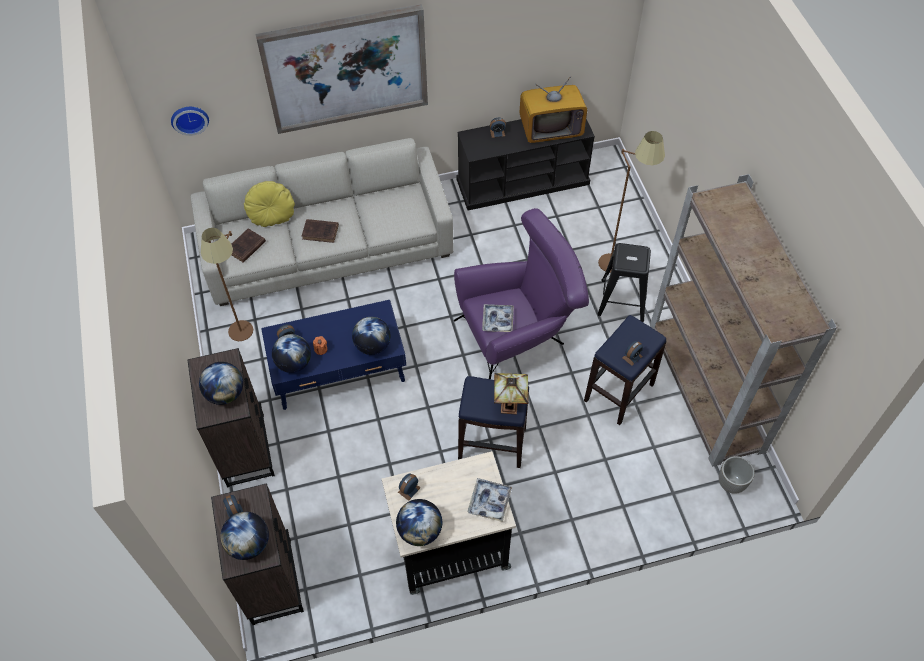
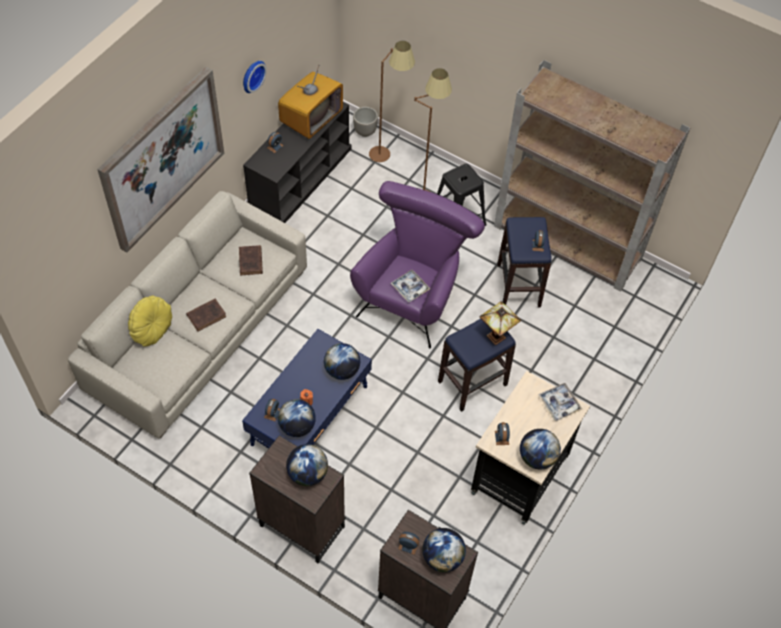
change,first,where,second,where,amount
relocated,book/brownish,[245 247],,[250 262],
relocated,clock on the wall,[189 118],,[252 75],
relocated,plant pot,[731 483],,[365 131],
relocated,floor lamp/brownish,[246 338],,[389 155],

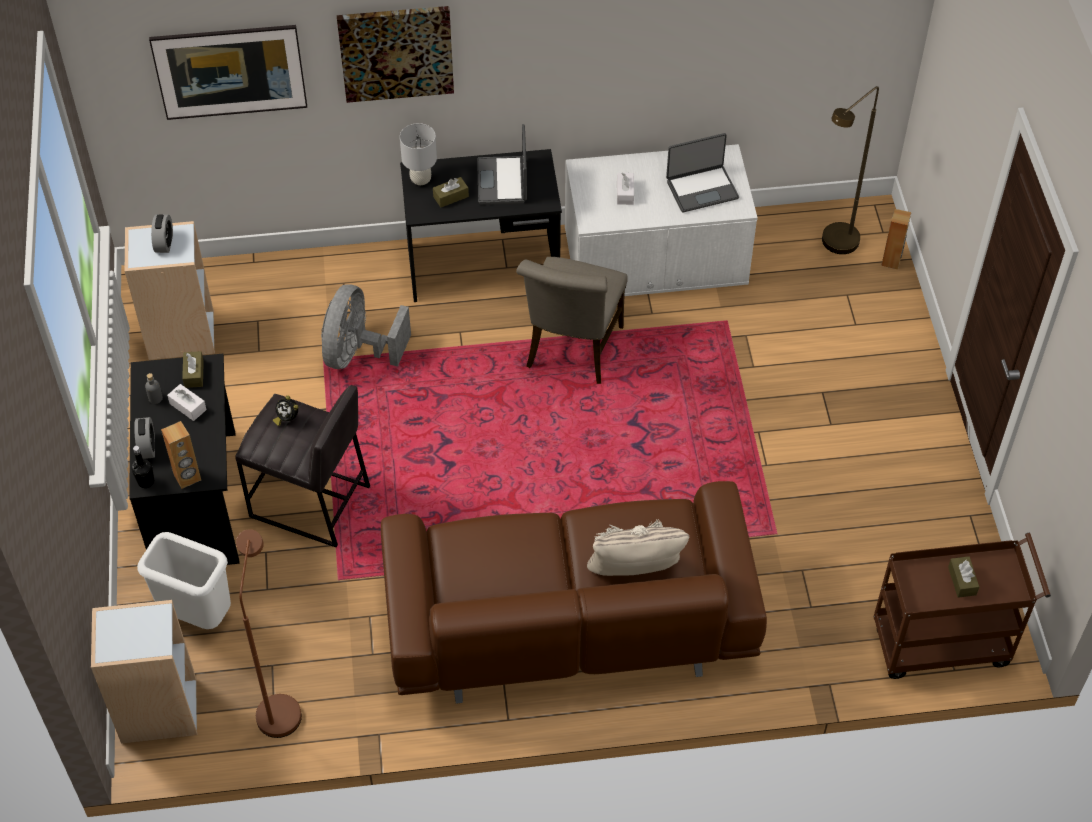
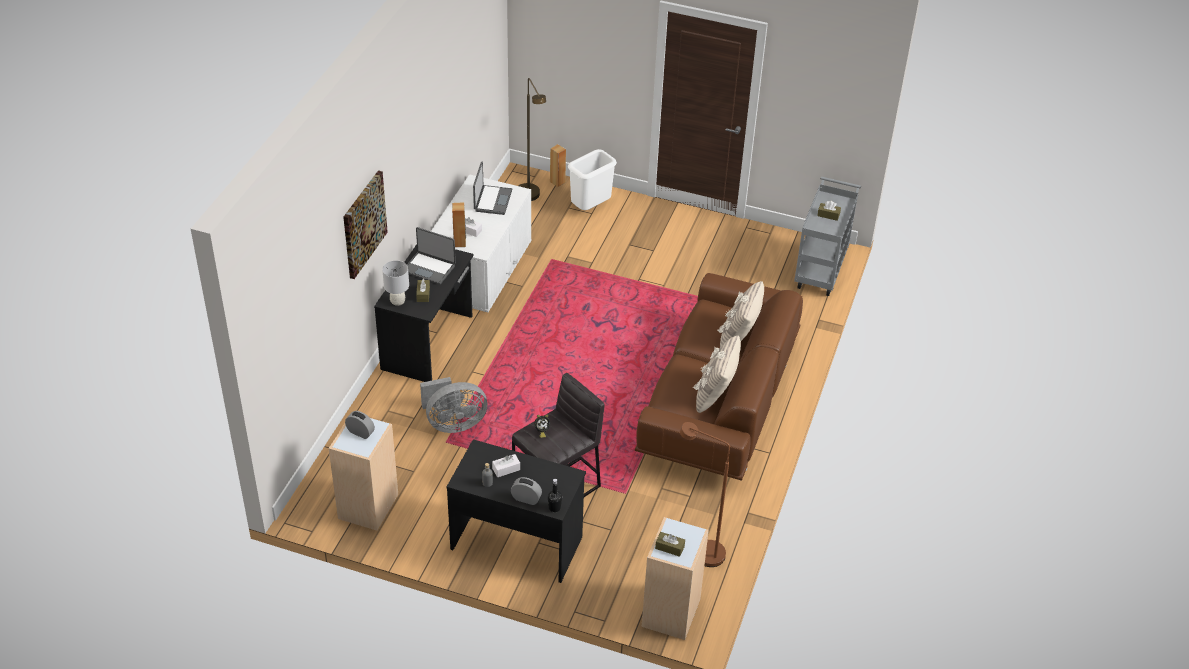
change,first,where,second,where,amount
spun,cooling fan/greyish,[359 353],,[453 423],60 degrees counterclockwise
relocated,loudspeaker/brownish,[187 477],,[460 243],
relocated,trash can/white,[198 615],,[590 208],
relocated,tissue holder/brownish,[194 374],,[669 547],
appeared,,,throw pillow/beige,[713 394],
colour,wheeled cart/brownish,[943 648],wheeled cart/greyish,[821 271],
missing,wall art,[233 91],,,
missing,chair/beige,[572 352],,,

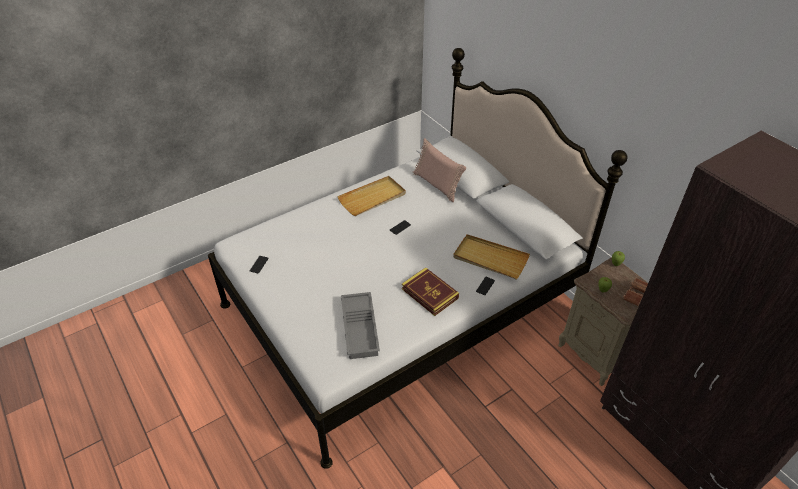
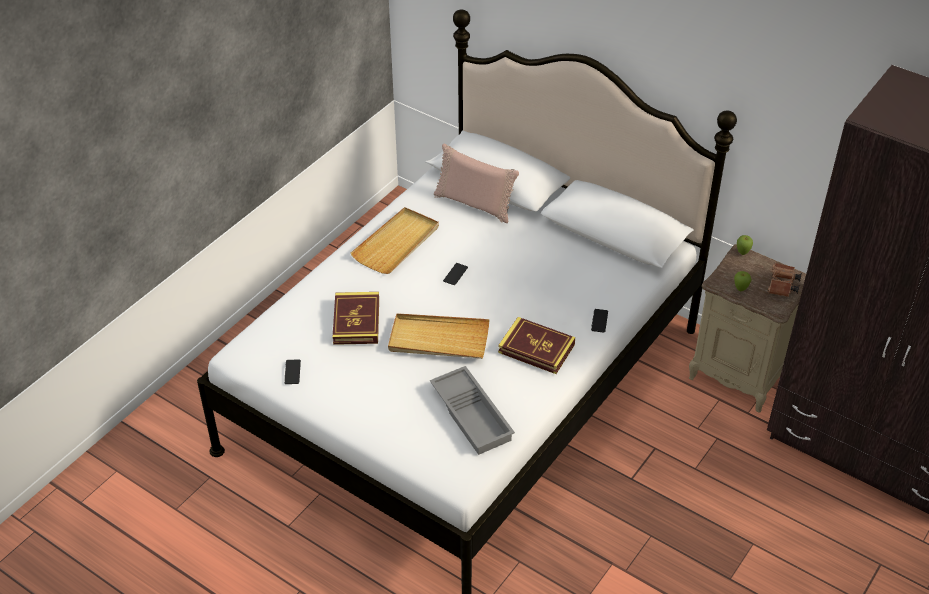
change,first,where,second,where,amount
appeared,,,book,[356 321],
relocated,tray/beige,[490 259],,[438 339],

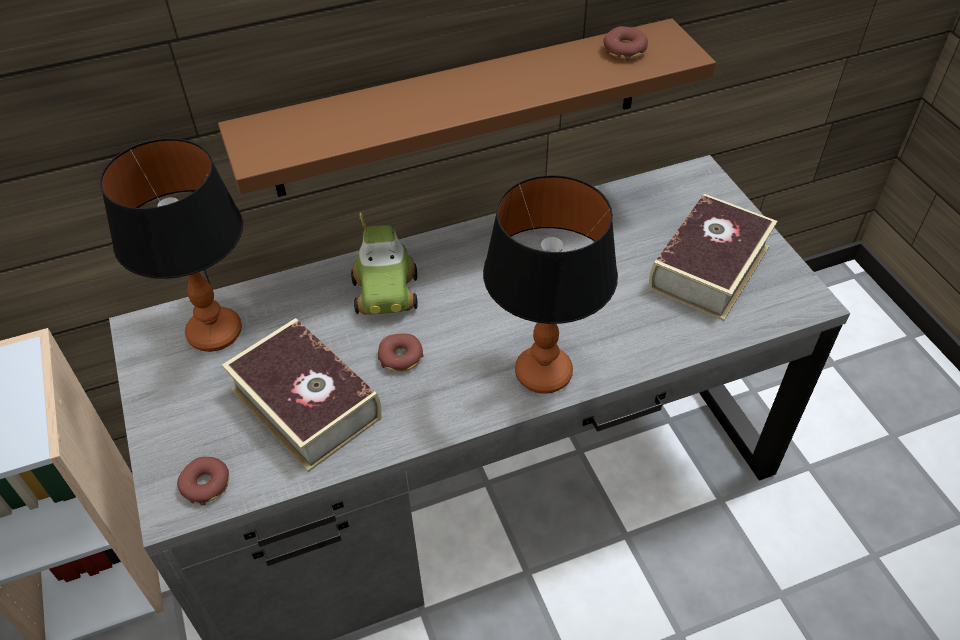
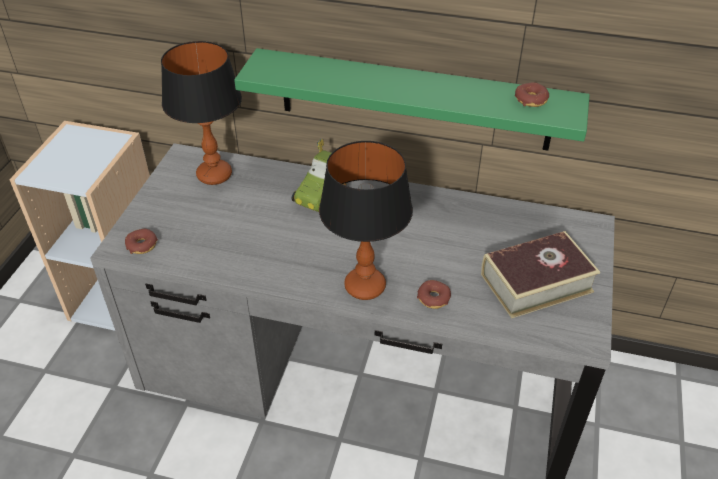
change,first,where,second,where,amount
colour,wall shelf/brownish,[460 109],wall shelf/green-coloured,[414 100],
relocated,donut,[401 357],,[433 298],
missing,book,[306 403],,,

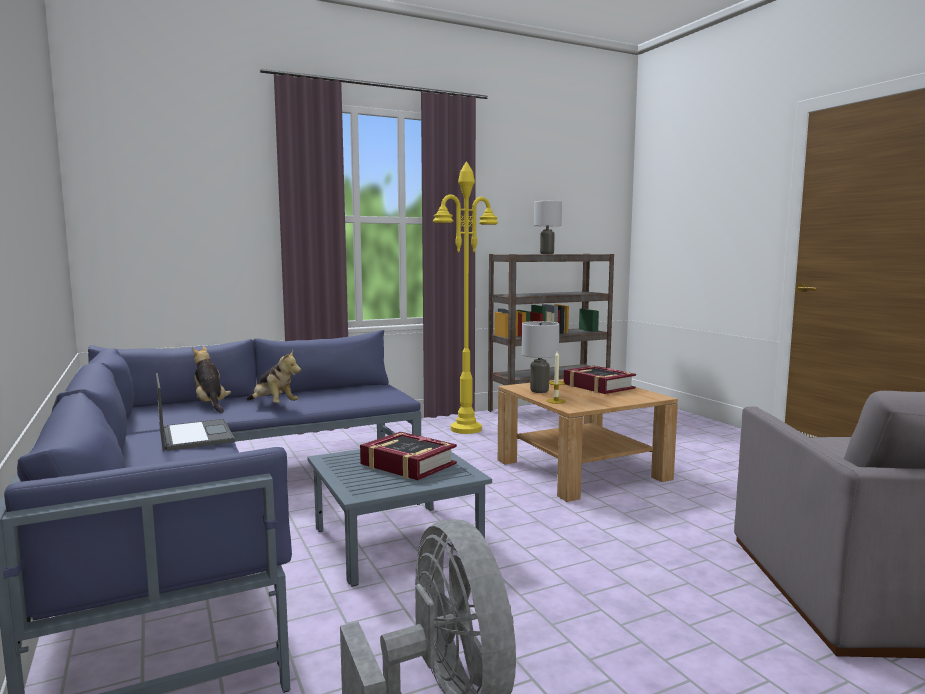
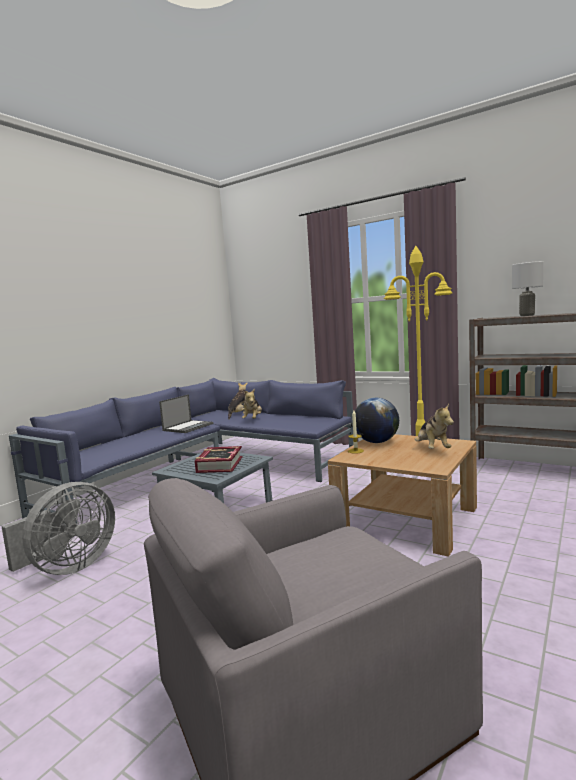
change,first,where,second,where,amount
exchanged,tabletop lamp/white,[539 391],world globe,[376 442],
exchanged,book,[598 386],plush toy,[432 449],

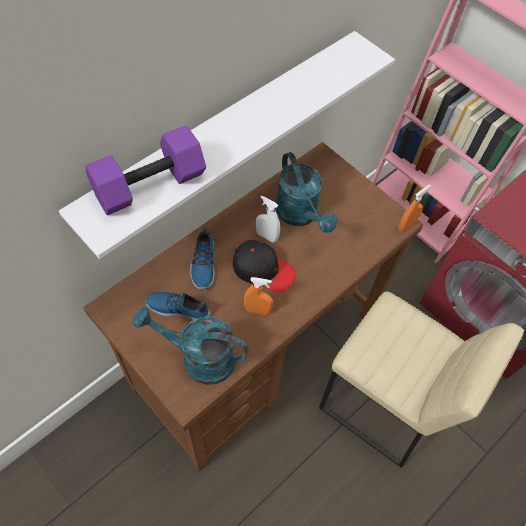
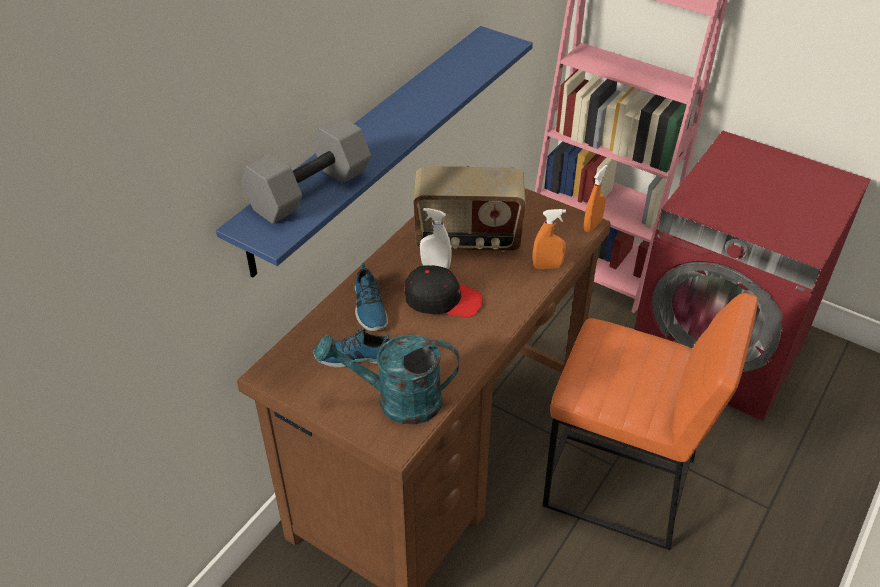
change,first,where,second,where,amount
colour,wall shelf/white,[224 133],wall shelf/bluish,[368 145],
colour,dumbbell/purplish,[150 183],dumbbell/greyish,[309 189],
exchanged,watering can/turquoise-coloured,[300 215],radio,[468 239],
relocated,hand sprayer/orangey,[257 310],,[547 266],
colour,chair/beige,[383 404],chair/orangey,[622 483],

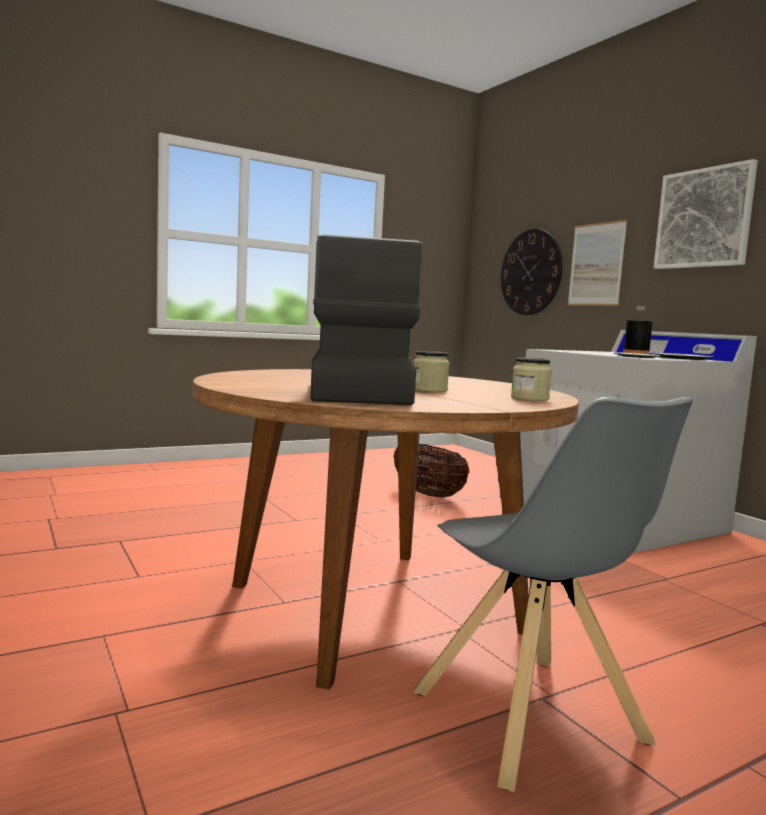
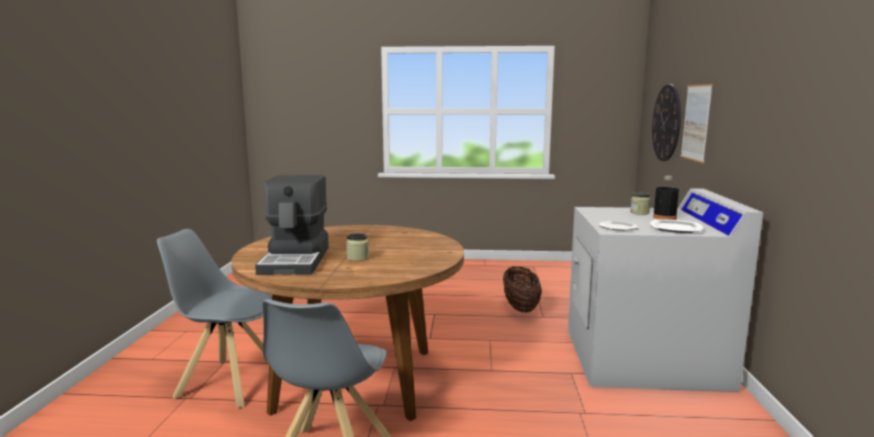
change,first,where,second,where,amount
appeared,,,chair/greyish,[227 381],
spun,coffee machine,[355 393],,[296 260],150 degrees clockwise
relocated,jar,[529 398],,[639 213],
missing,wall art,[704 218],,,

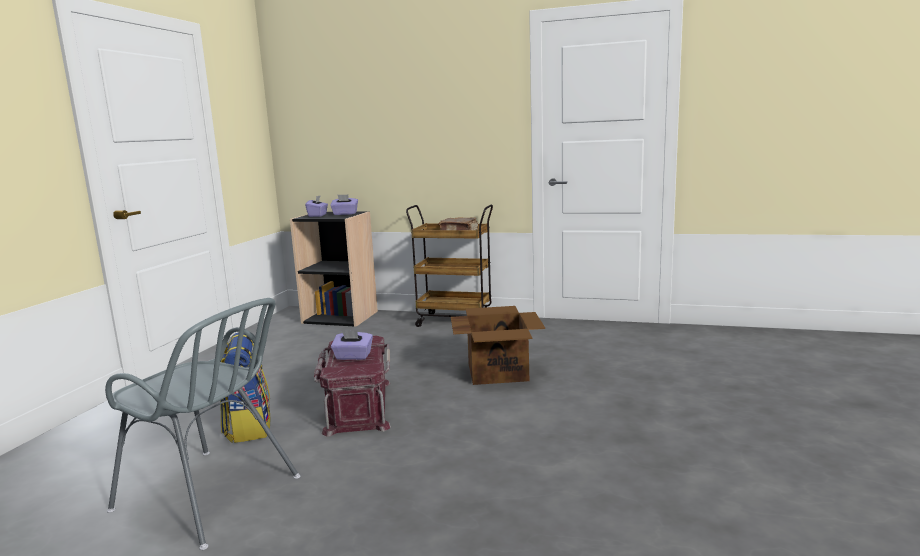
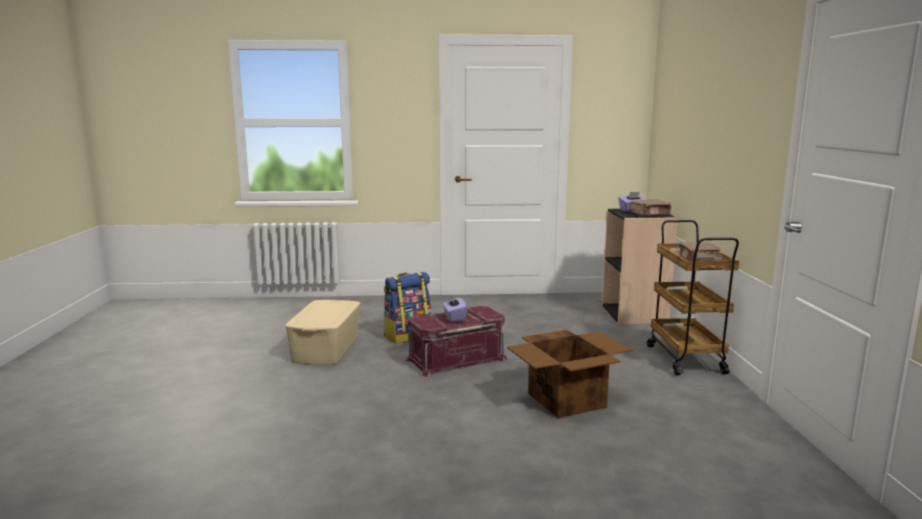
change,first,where,second,where,amount
exchanged,chair/greyish,[211 495],storage bin/beige,[325 348],
exchanged,tissue holder/purplish,[345 214],book/brownish,[650 214],

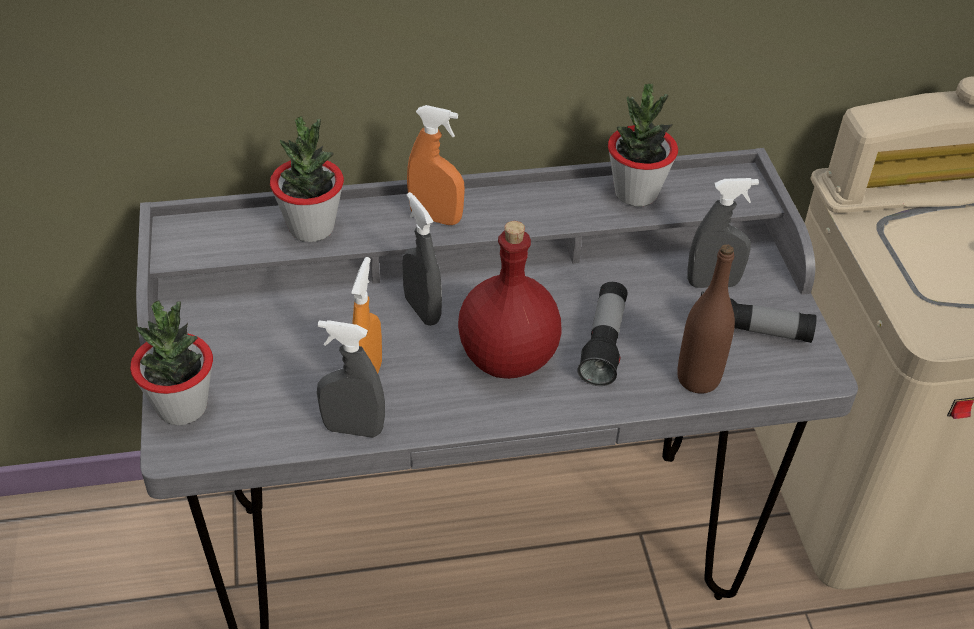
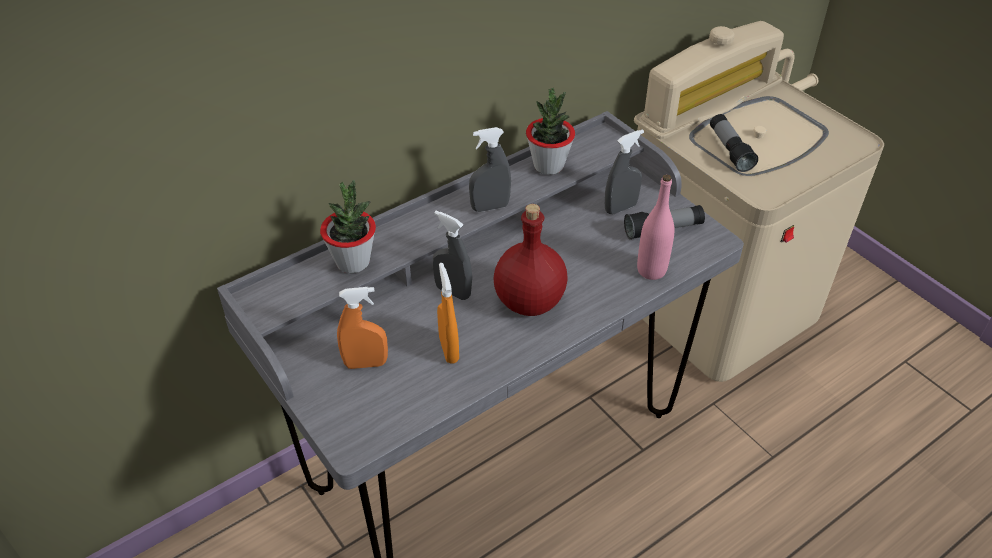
change,first,where,second,where,amount
relocated,hand sprayer/orangey,[435 218],,[366 363],
relocated,hand sprayer/greyish,[353 429],,[490 207],
colour,bottle/brownish,[698 379],bottle/pink,[651 270],
relocated,torch,[604 344],,[730 150],
missing,houseplant,[182 407],,,

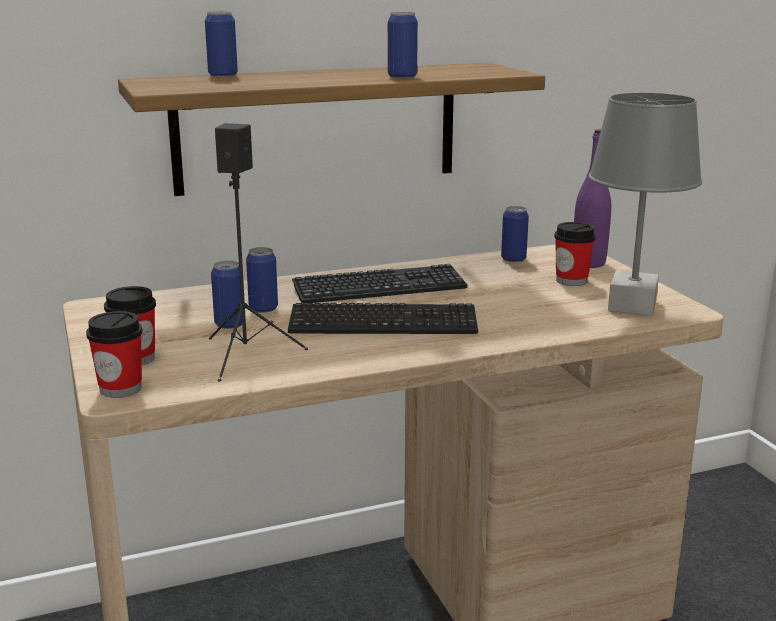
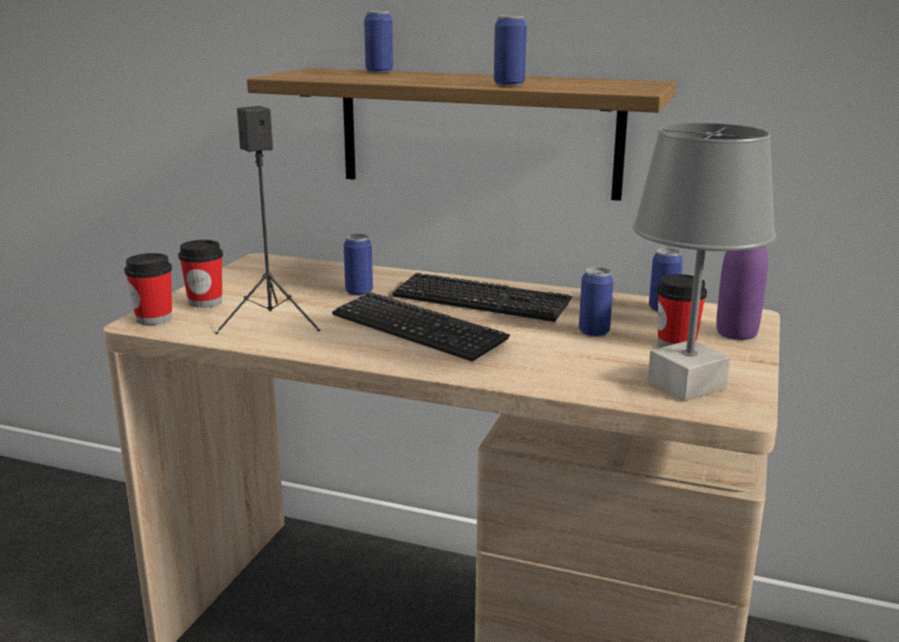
change,first,where,second,where,amount
relocated,can,[229 324],,[594 332],

